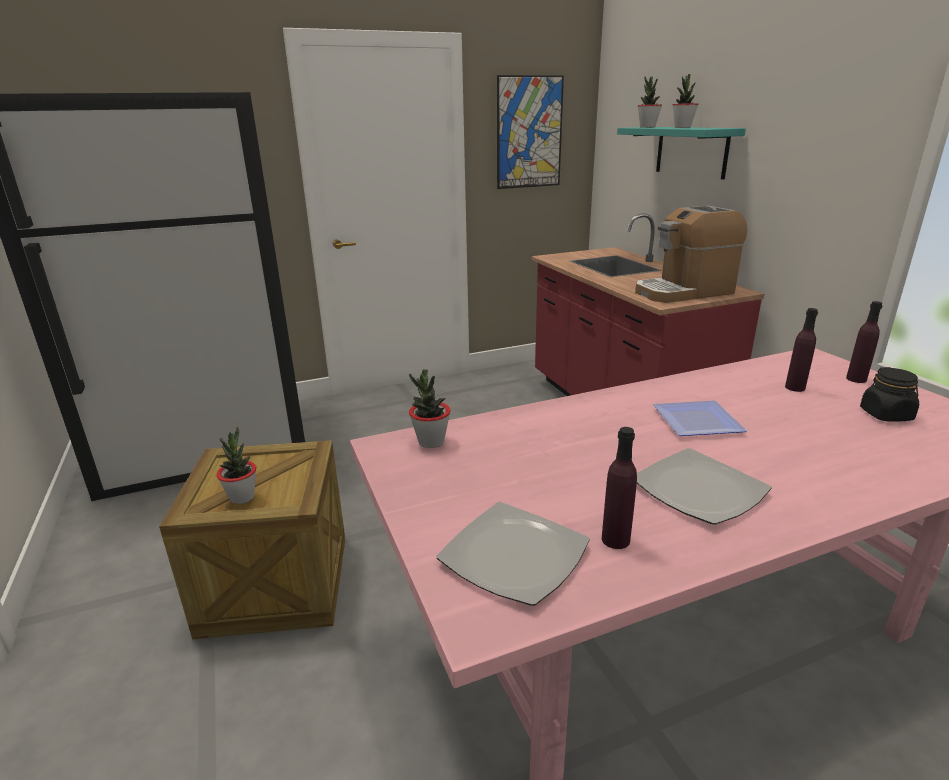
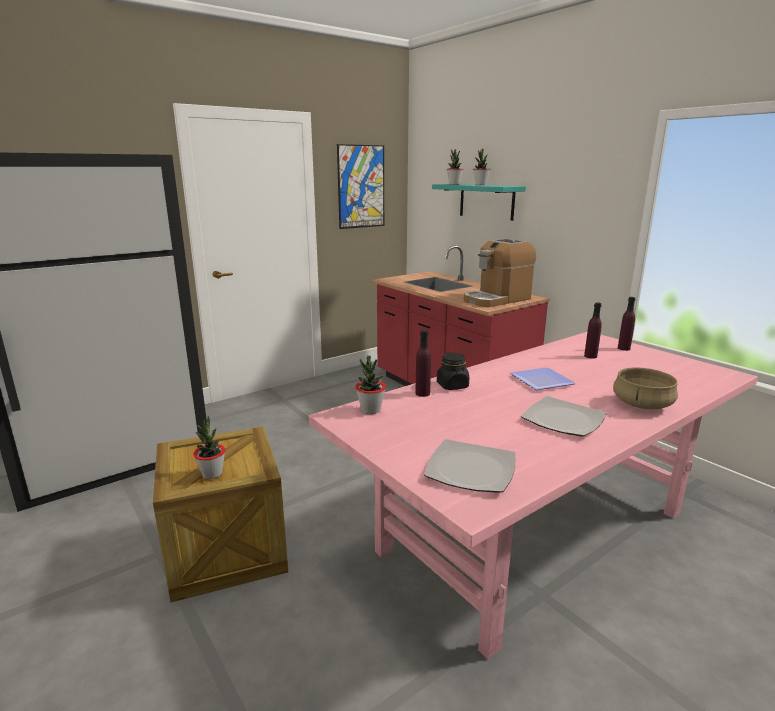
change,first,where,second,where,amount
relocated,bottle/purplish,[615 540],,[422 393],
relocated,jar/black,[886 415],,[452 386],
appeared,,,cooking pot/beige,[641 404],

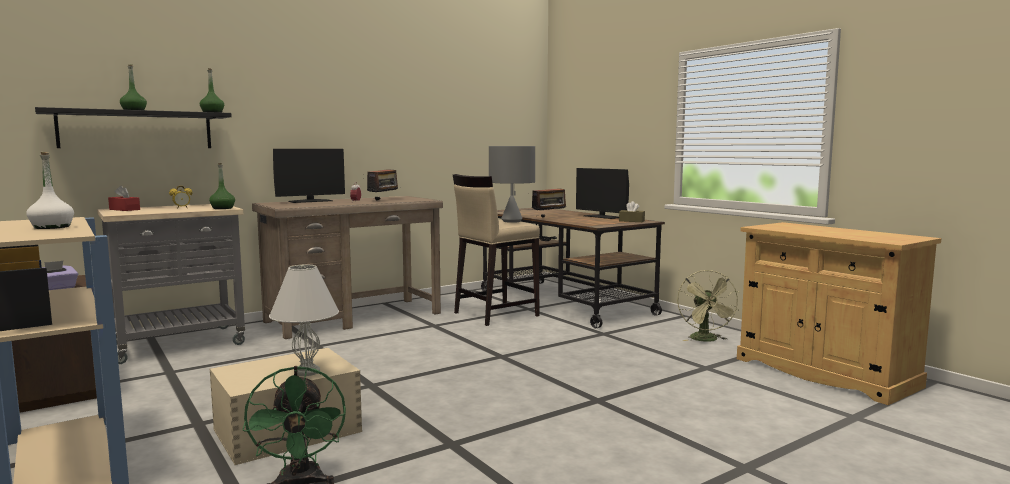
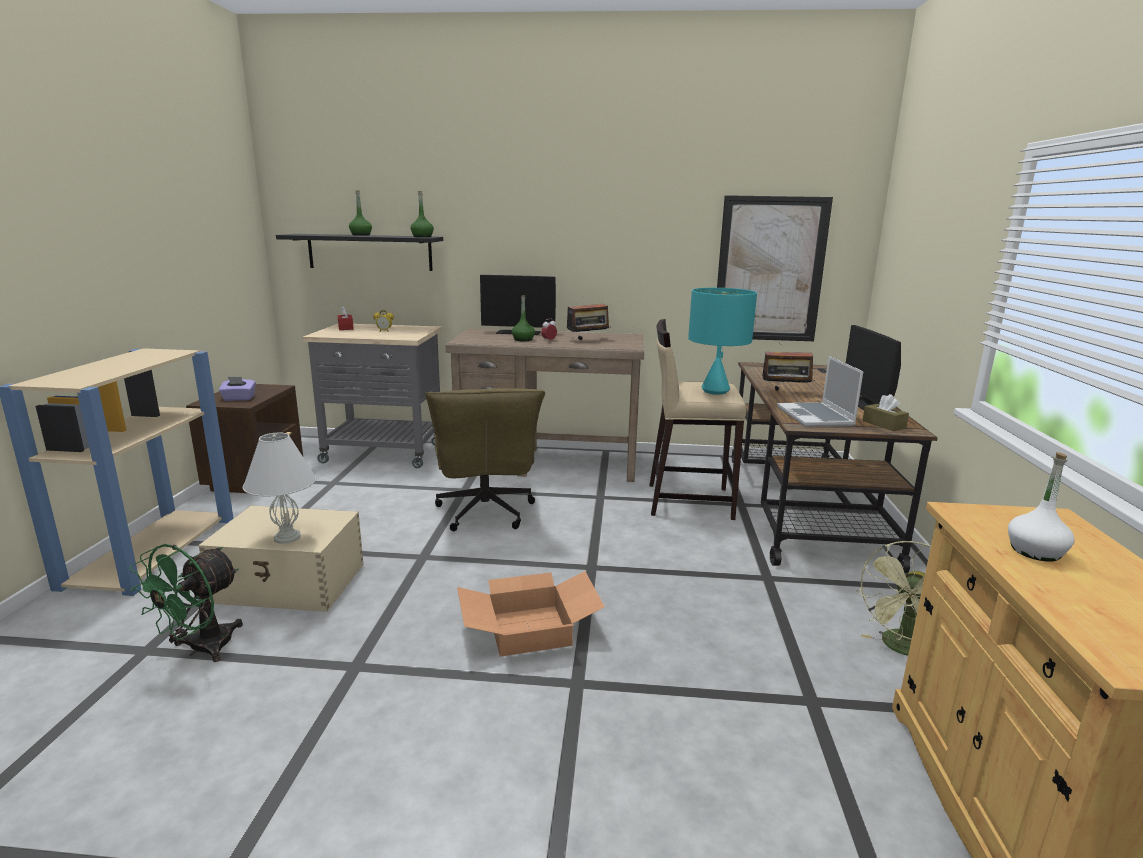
change,first,where,second,where,amount
appeared,,,computer chair/beige,[485 511],
appeared,,,packing box,[530 629],
relocated,bottle/green-coloured,[222 208],,[523 340],
colour,tabletop lamp/greyish,[511 221],tabletop lamp/turquoise-coloured,[715 391],
appeared,,,wall art,[770 270],
appeared,,,portable computer,[816 417],
relocated,bottle/white,[52 227],,[1035 551],

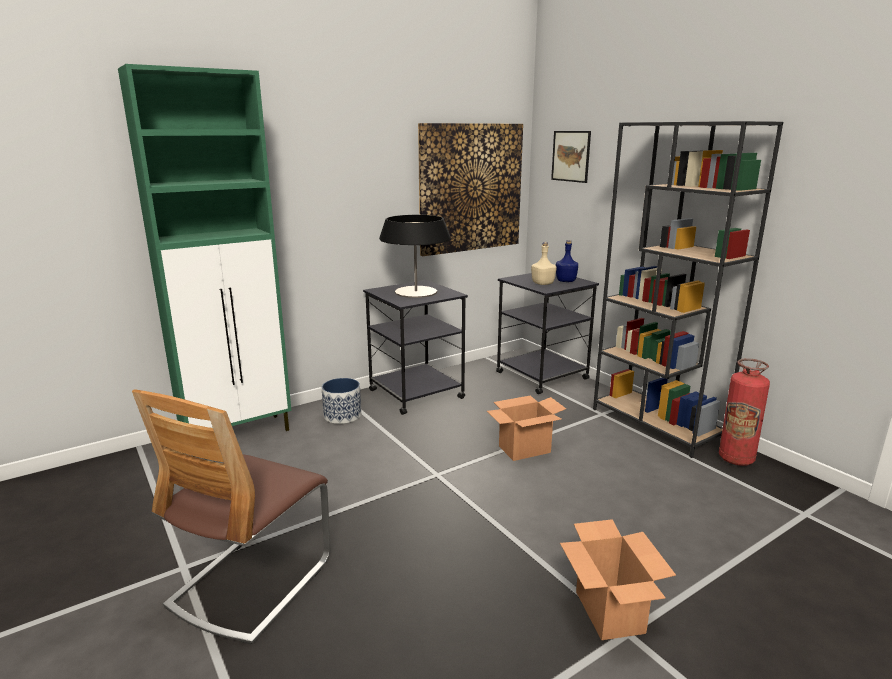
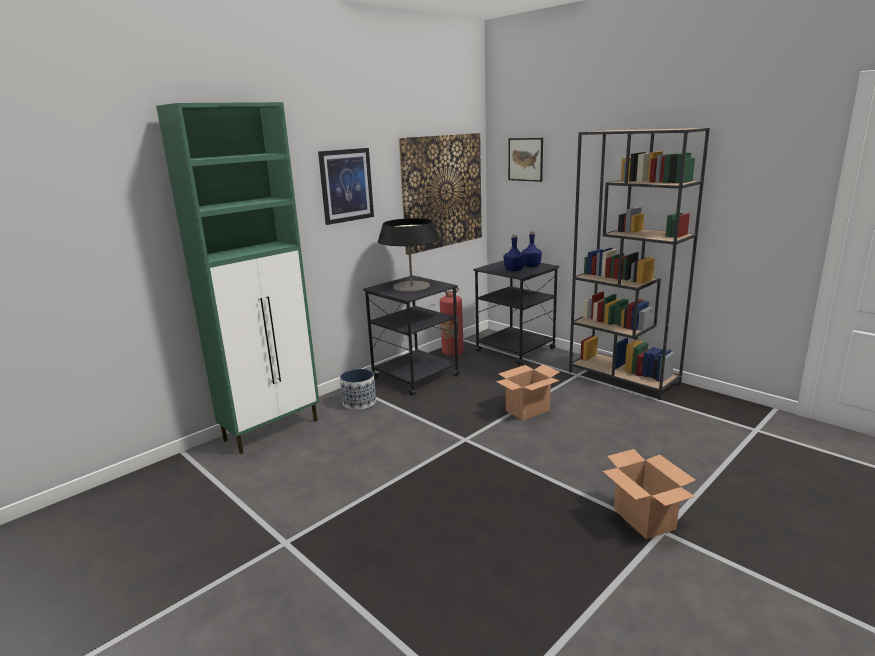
change,first,where,second,where,amount
appeared,,,wall art,[346 185],
relocated,fire extinguisher,[736 459],,[452 353],
colour,bottle/beige,[542 284],bottle/bluish,[514 270],
missing,chair,[251 582],,,

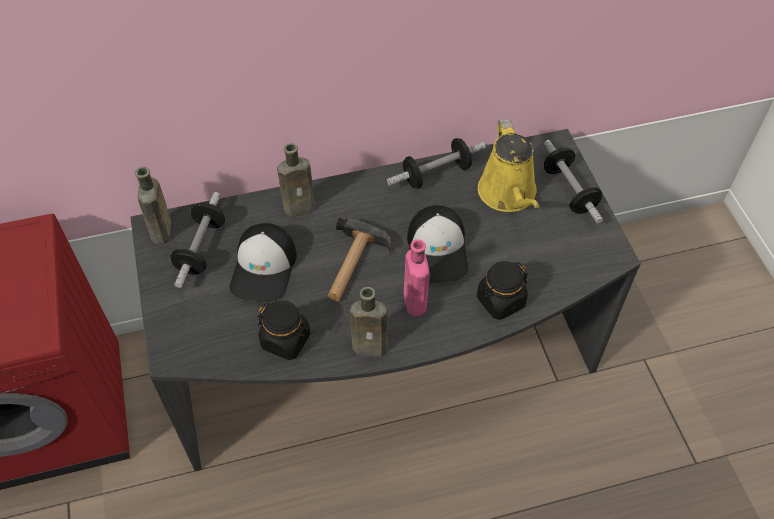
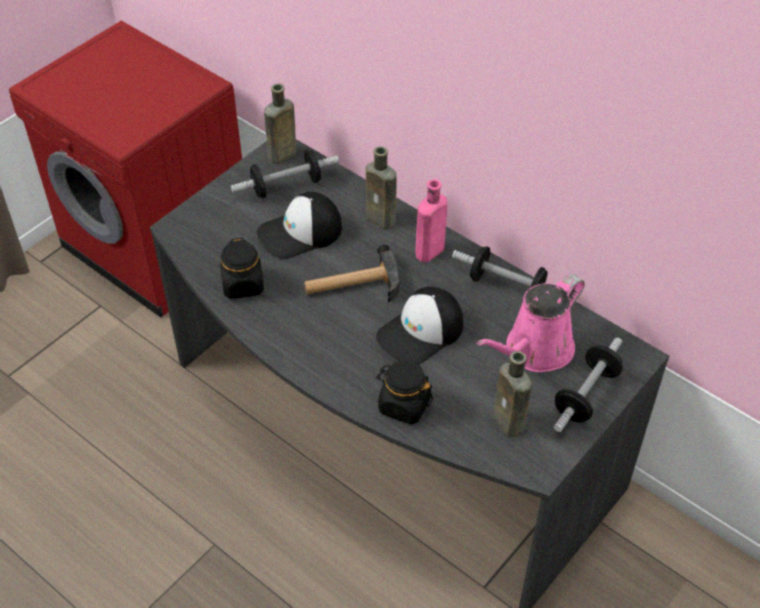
change,first,where,second,where,amount
relocated,bottle/pink,[415 304],,[428 253],
colour,watering can/yellowish,[508 195],watering can/pink,[534 351],
relocated,bottle/brownish,[372 347],,[510 424],

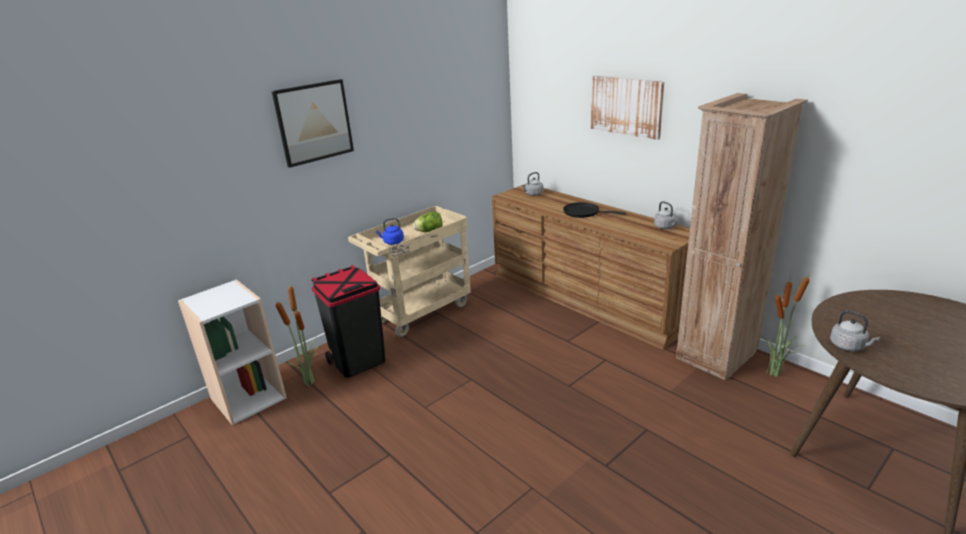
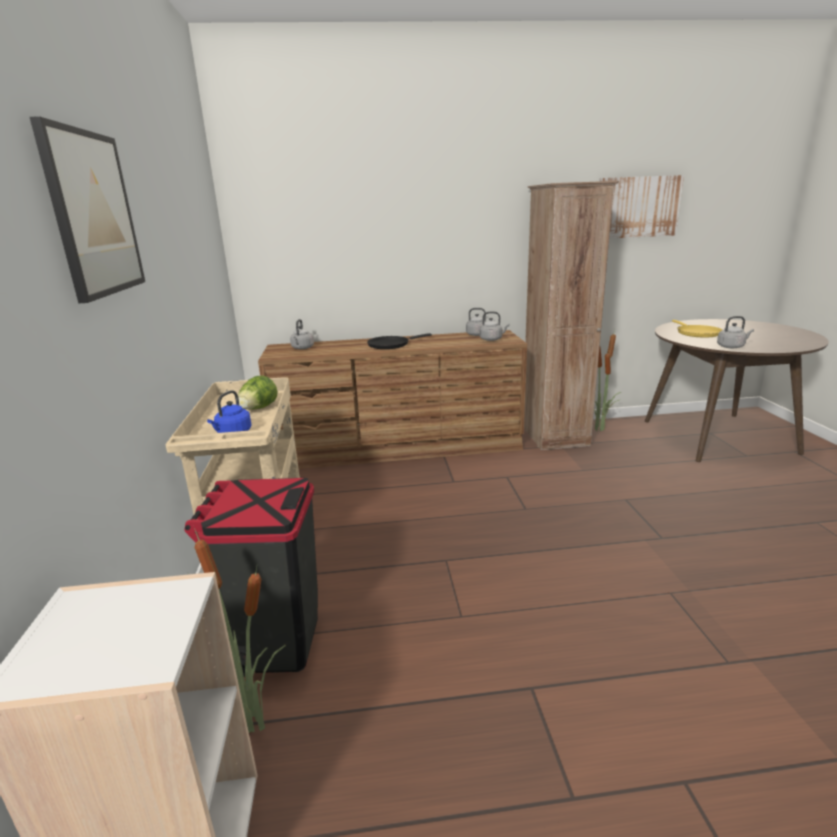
change,first,where,second,where,amount
appeared,,,water kettle/greyish,[492 339],
relocated,wall art,[626 106],,[637 207],
appeared,,,frying pan/yellowish,[696 333],

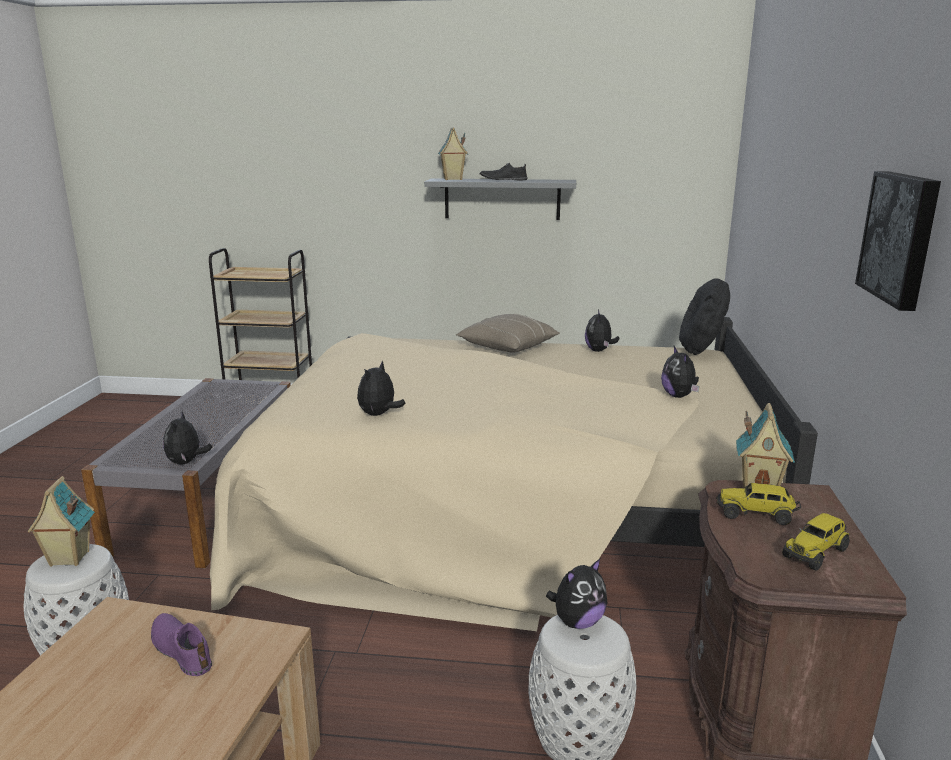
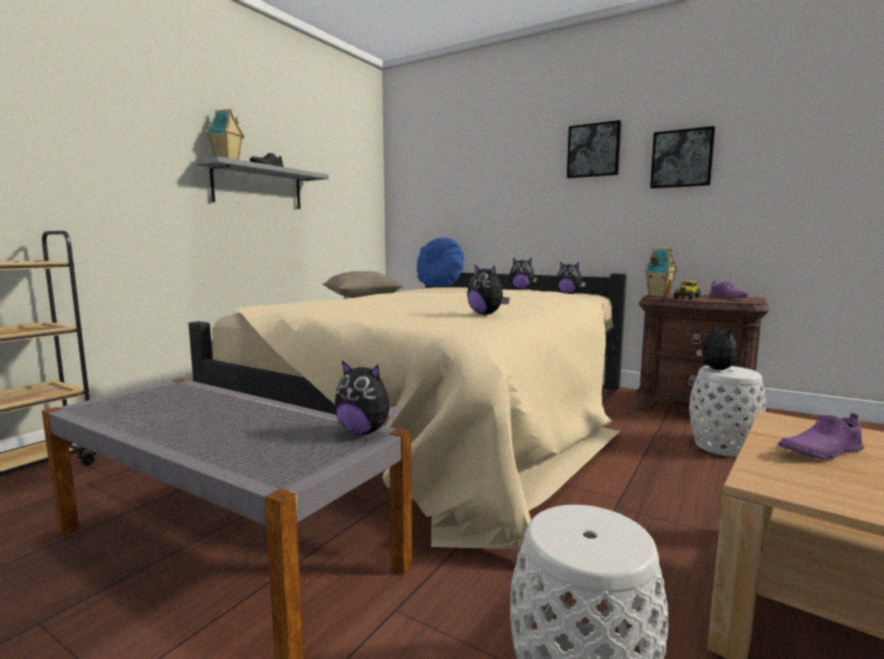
change,first,where,second,where,amount
colour,throw pillow/black,[700 350],throw pillow/bluish,[440 286],
relocated,plush toy,[599 351],,[569 294],
appeared,,,wall art,[594 150],
exchanged,toy truck,[815 553],item of footwear/purplish,[727 298],
missing,model house,[68 559],,,

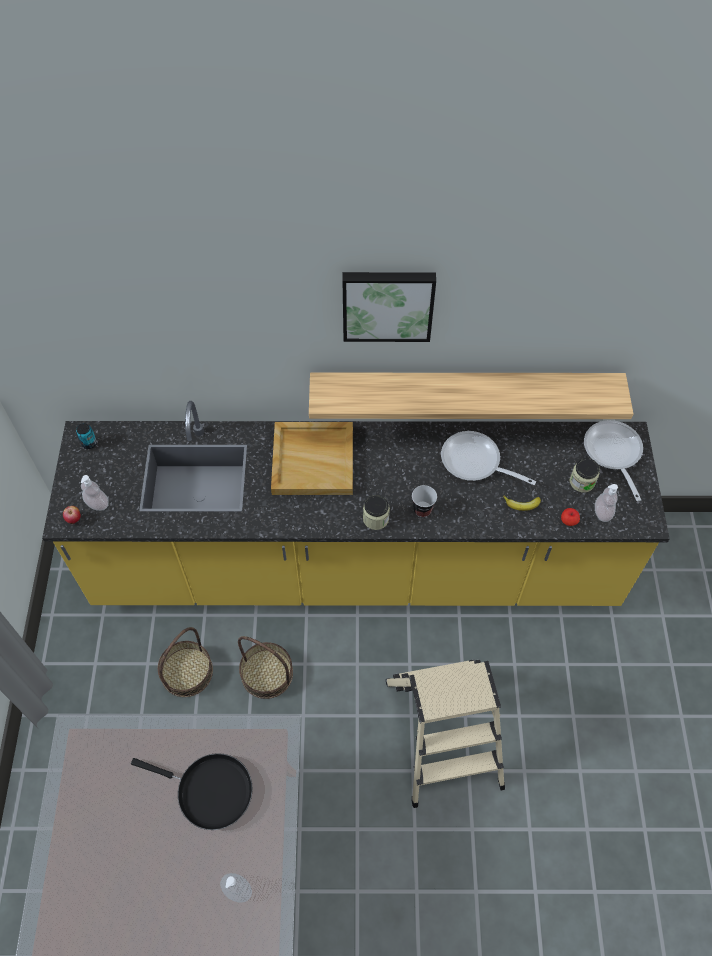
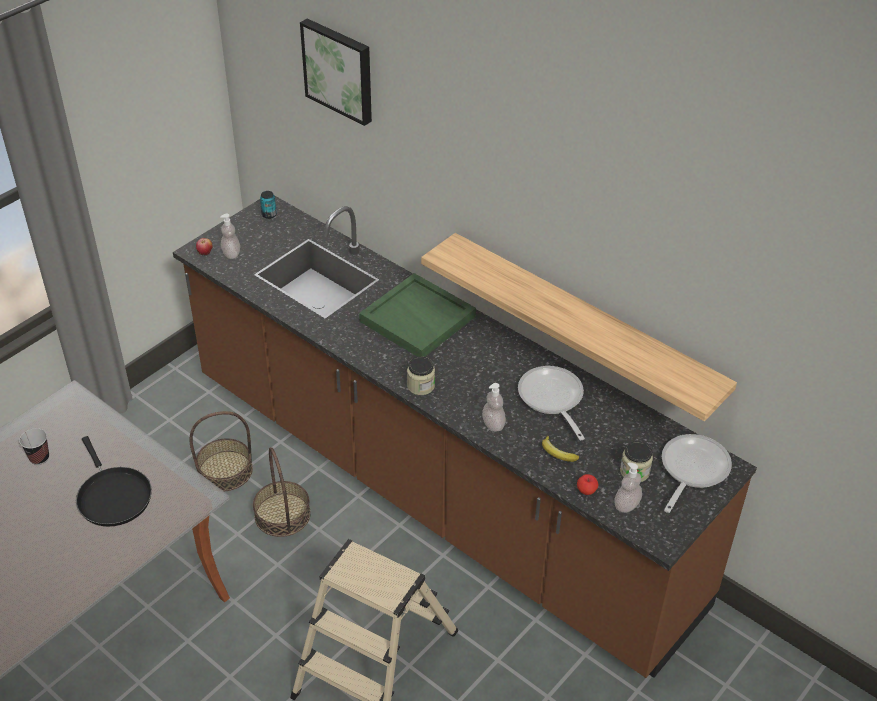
change,first,where,second,where,amount
relocated,drinking cup,[422 510],,[39 458],
colour,kitchen base unit/yellowish,[355 567],kitchen base unit/brownish,[436 489],
relocated,wall art,[387 304],,[339 70],
colour,tray/beige,[314 460],tray/green-coloured,[419 319],
relocated,liquid soap bottle,[237 889],,[493 424],

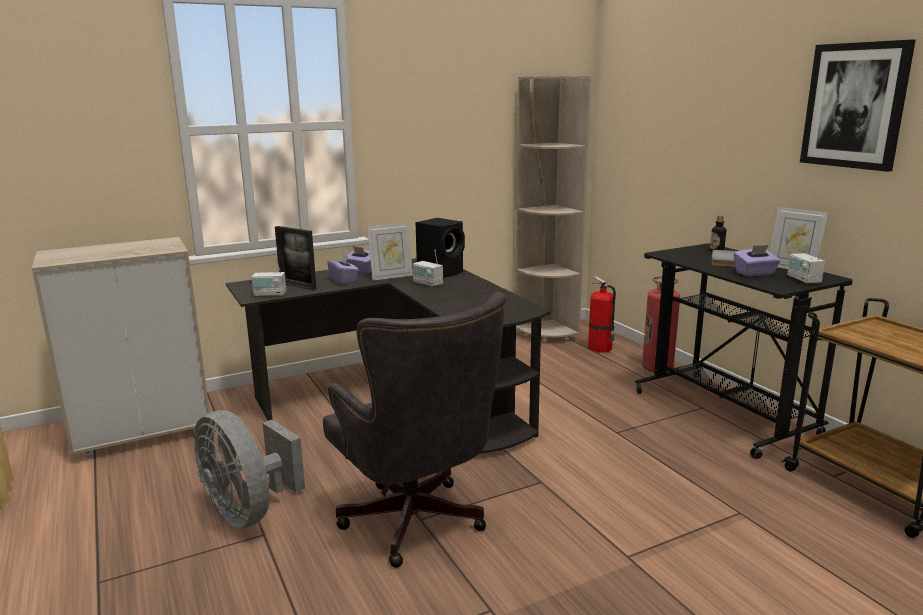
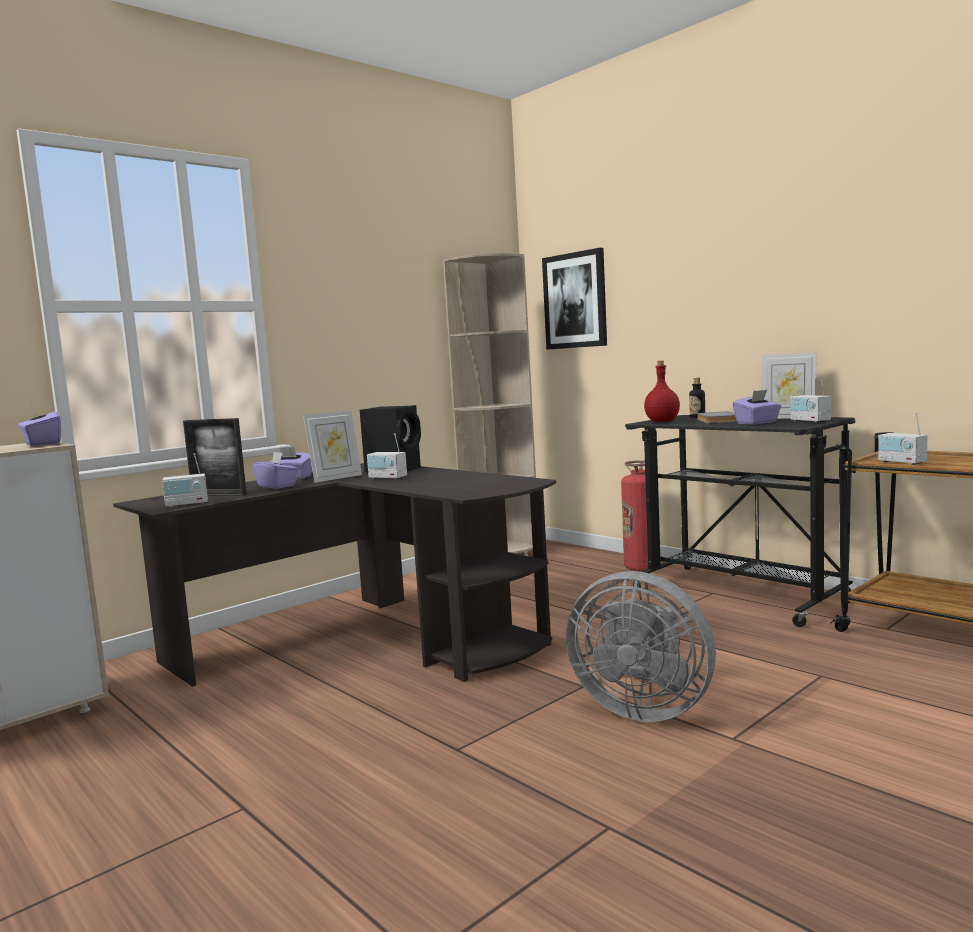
change,first,where,second,where,amount
appeared,,,tissue holder/purplish,[42 444],
relocated,wall art,[855 106],,[575 300],
relocated,cooling fan/greyish,[249 512],,[641 708],
appeared,,,bottle/red,[662 421],
appeared,,,radio,[902 462],
missing,computer chair/greyish,[417 524],,,
missing,fire extinguisher,[601 348],,,

